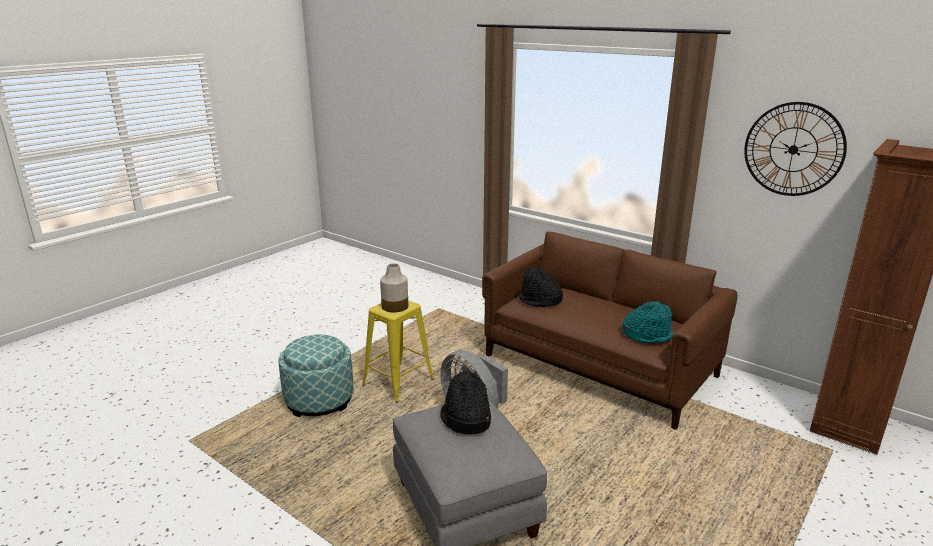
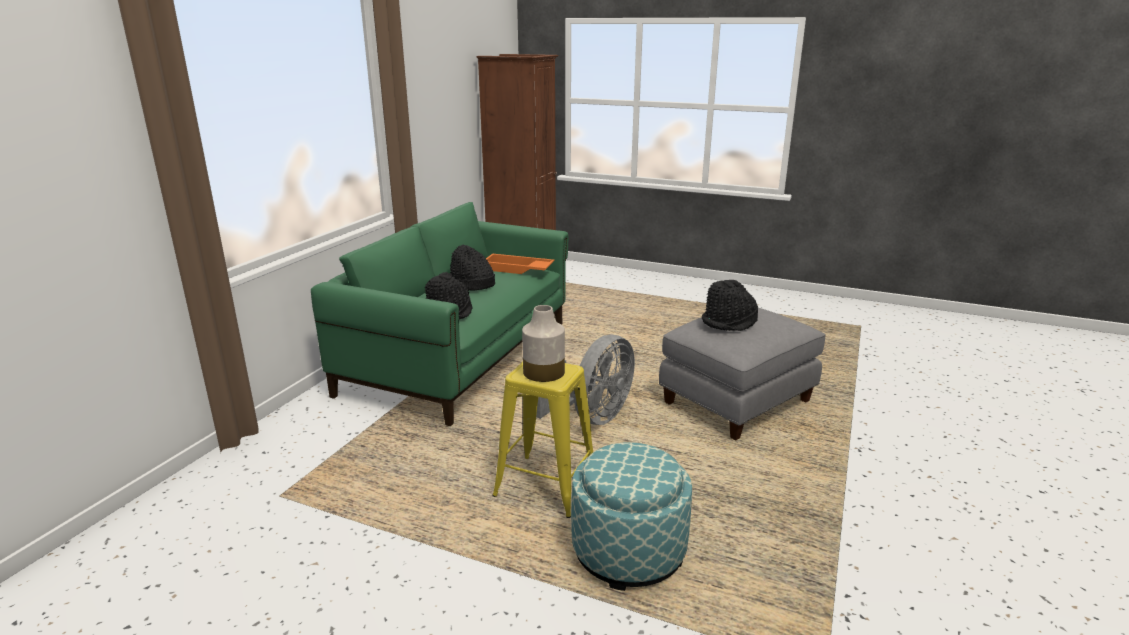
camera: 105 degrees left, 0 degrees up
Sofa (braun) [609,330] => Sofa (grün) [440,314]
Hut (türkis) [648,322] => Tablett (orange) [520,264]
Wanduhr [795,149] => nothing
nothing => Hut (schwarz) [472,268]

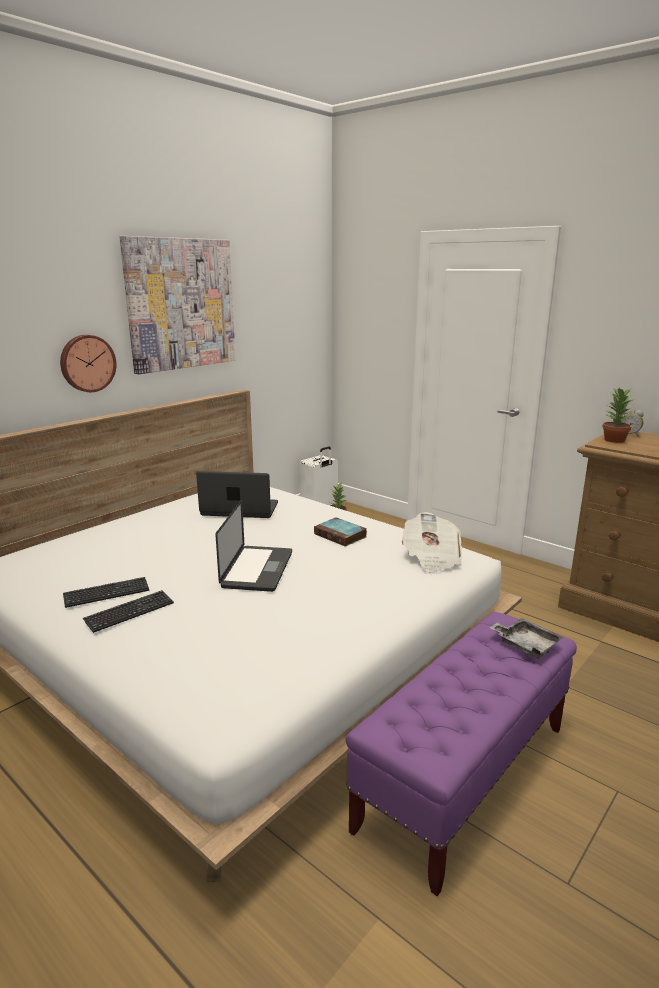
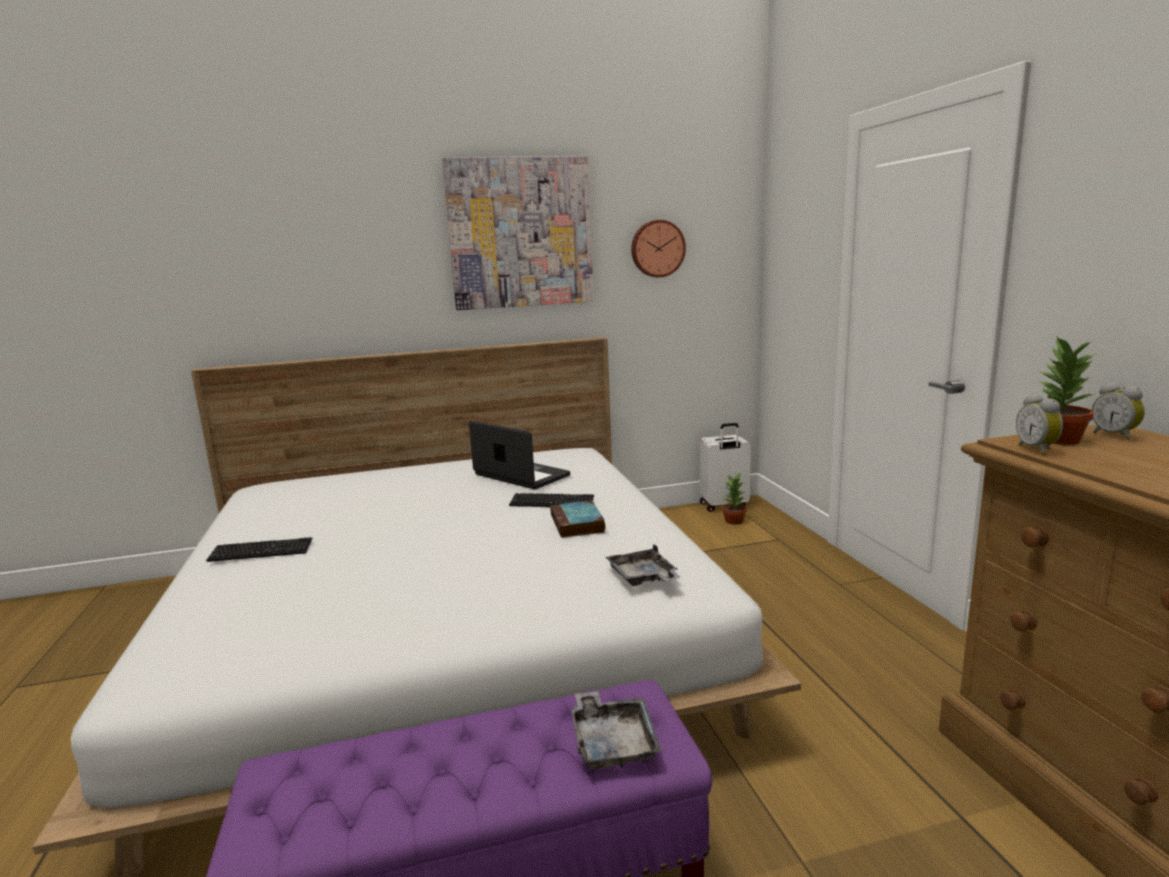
camera: 35 degrees right, 5 degrees down
Wanduhr [88,363] => Wanduhr [658,248], moved
Tastatur [106,592] => Tastatur [551,500], moved
Laptop [254,546] => nothing
Zeitung [432,542] => Tablett (grau) [642,565]
nothing => Wecker [1039,424]

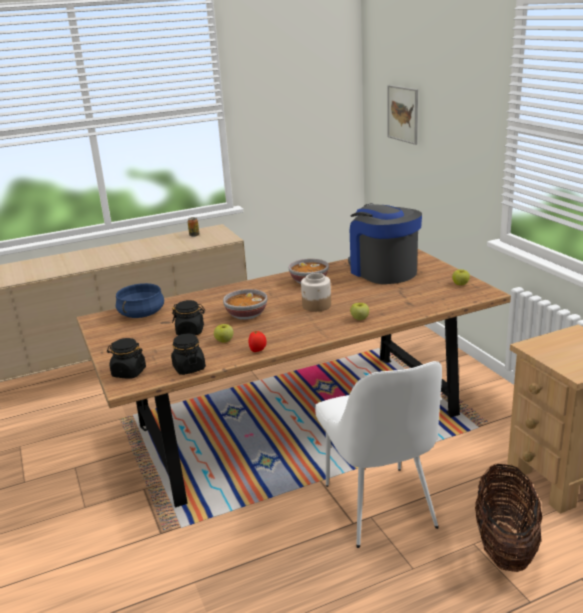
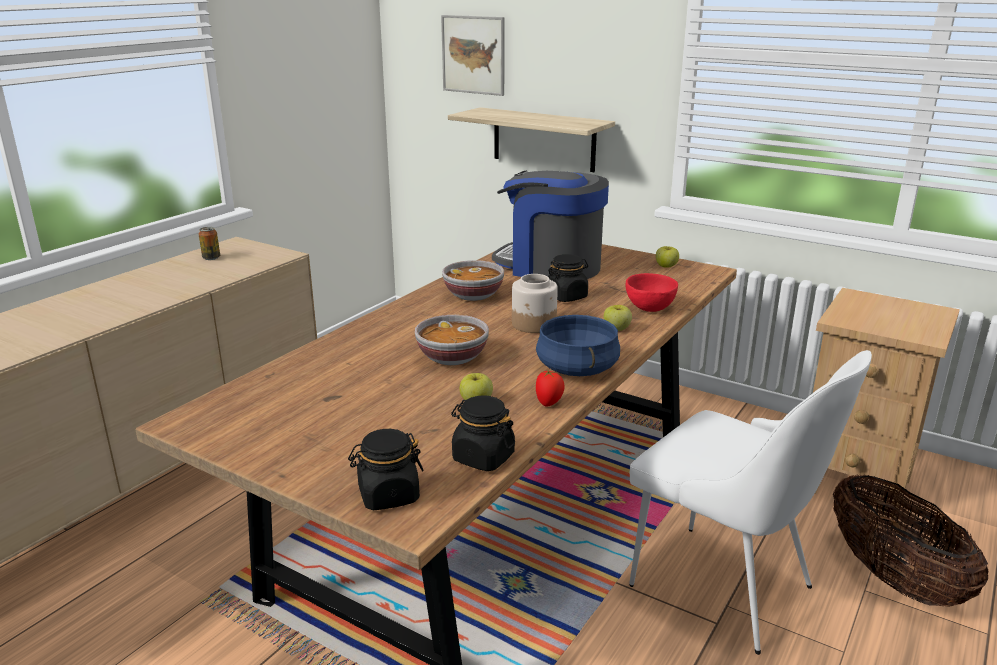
camera: 35 degrees left, 0 degrees up
Kochtopf (blau) [140,300] => Kochtopf (blau) [578,345], moved
Vorratsglas (schwarz) [188,317] => Vorratsglas (schwarz) [568,278], moved
nothing => Wandregal [531,139]
nothing => Schüssel (rot) [652,292]

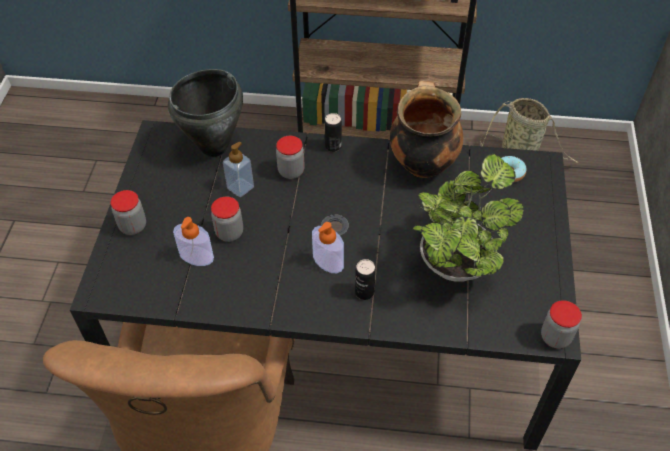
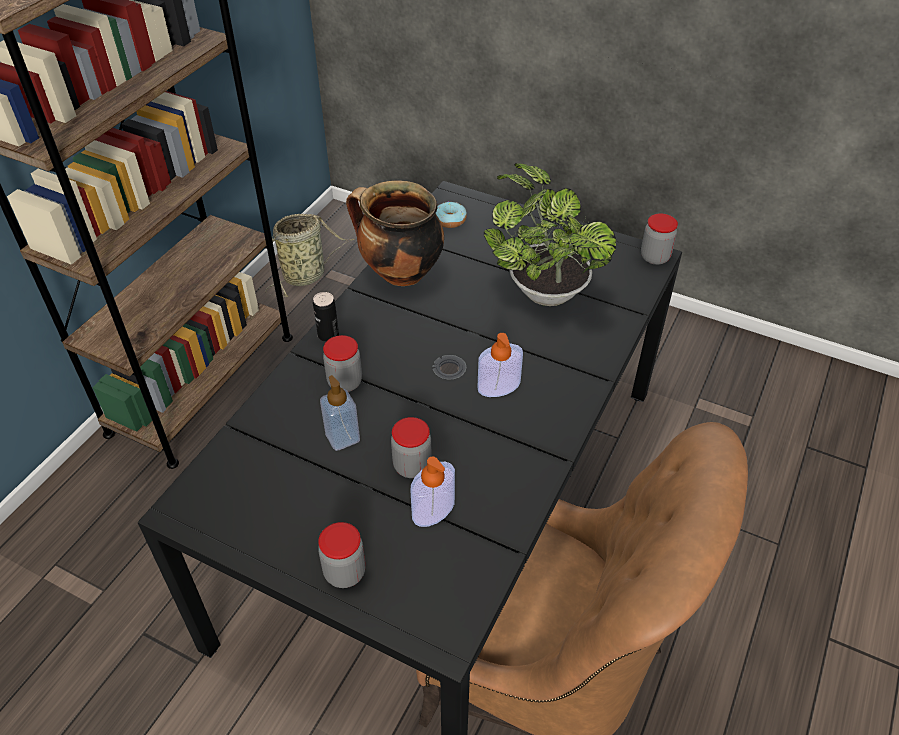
camera: 70 degrees left, 5 degrees down
Kochtopf (schwarz) [205,113] => nothing
Dose [365,279] => nothing

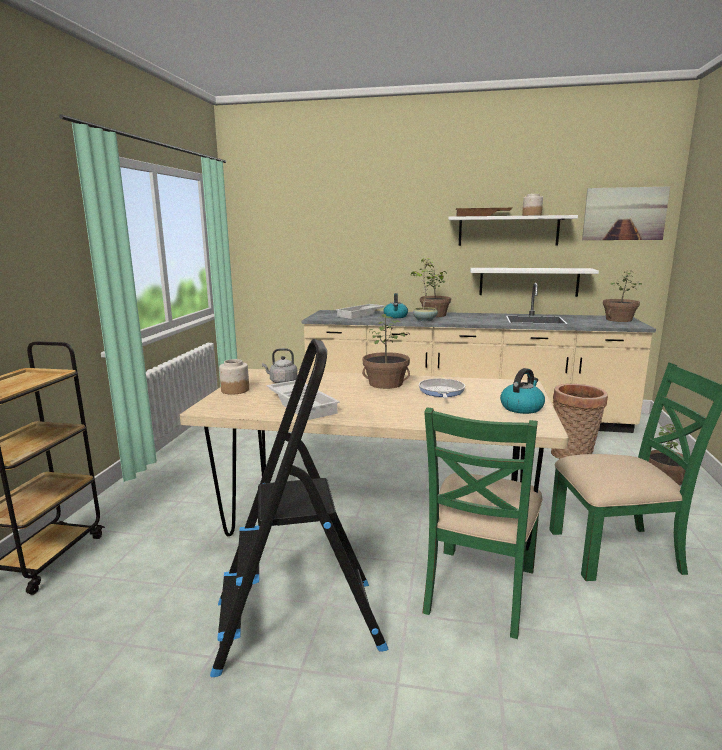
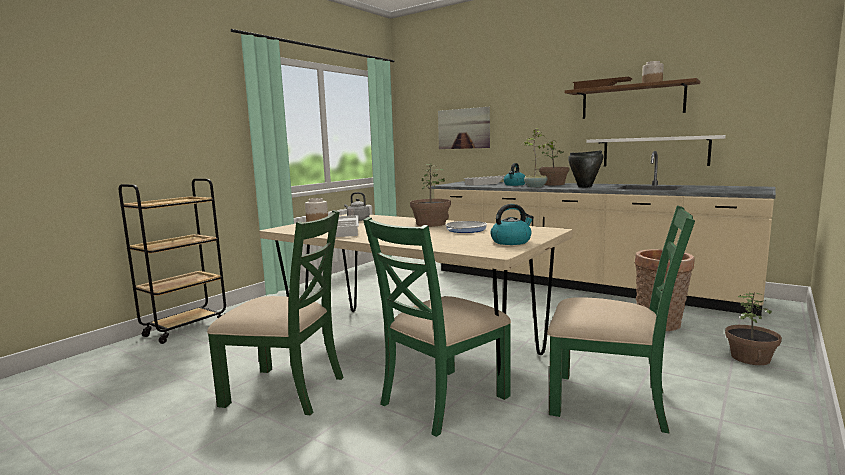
camera: 25 degrees right, 5 degrees down
Trittleiter (schwarz) [299,508] => Stuhl (grün) [275,312]
Wandregal (weiß) [513,230] => Wandregal (braun) [632,98]
Bild [626,213] => Bild [464,128], moved
Topfpflanze [622,297] => nothing
nothing => Kochtopf (schwarz) [585,169]

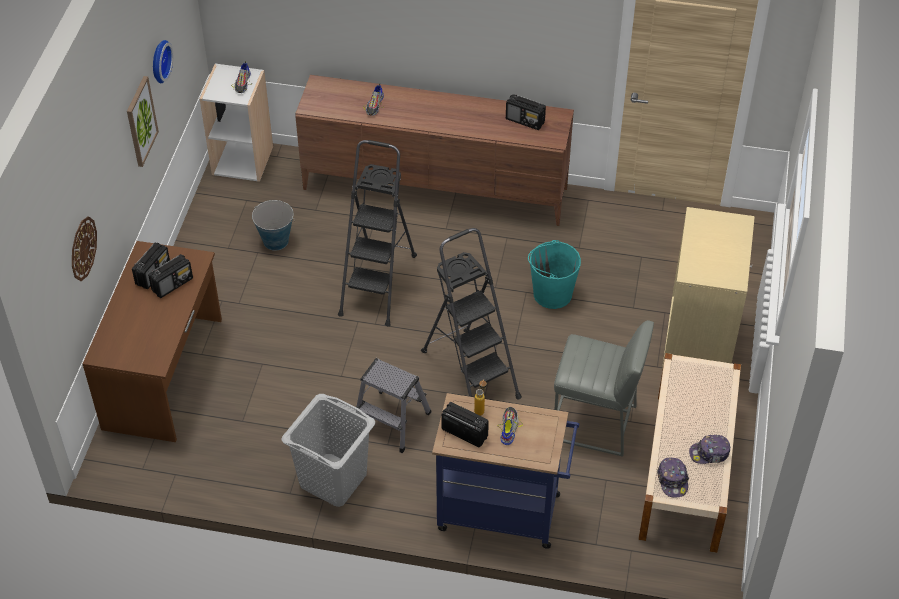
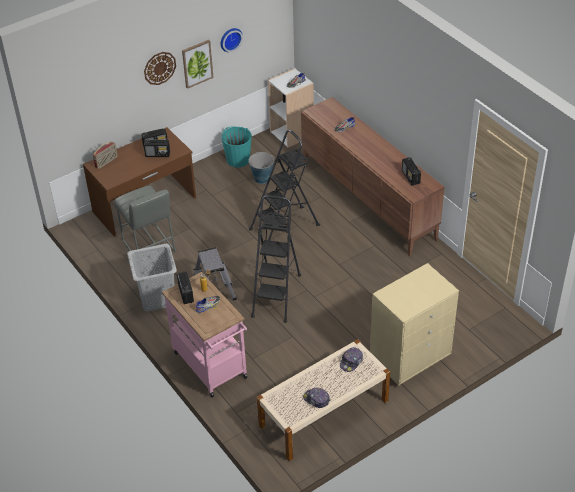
camera: 45 degrees right, 5 degrees down
Wanduhr [84,248] => Wanduhr [160,68], moved
Rollwagen (blau) [505,471] => Rollwagen (rosa) [204,334]
Eimer (türkis) [554,274] => Eimer (türkis) [236,147], moved
Hocker (grau) [604,388] => Hocker (grau) [145,223], moved
Kappe [673,477] => Kappe [351,359], moved
nothing => Radio [105,155]

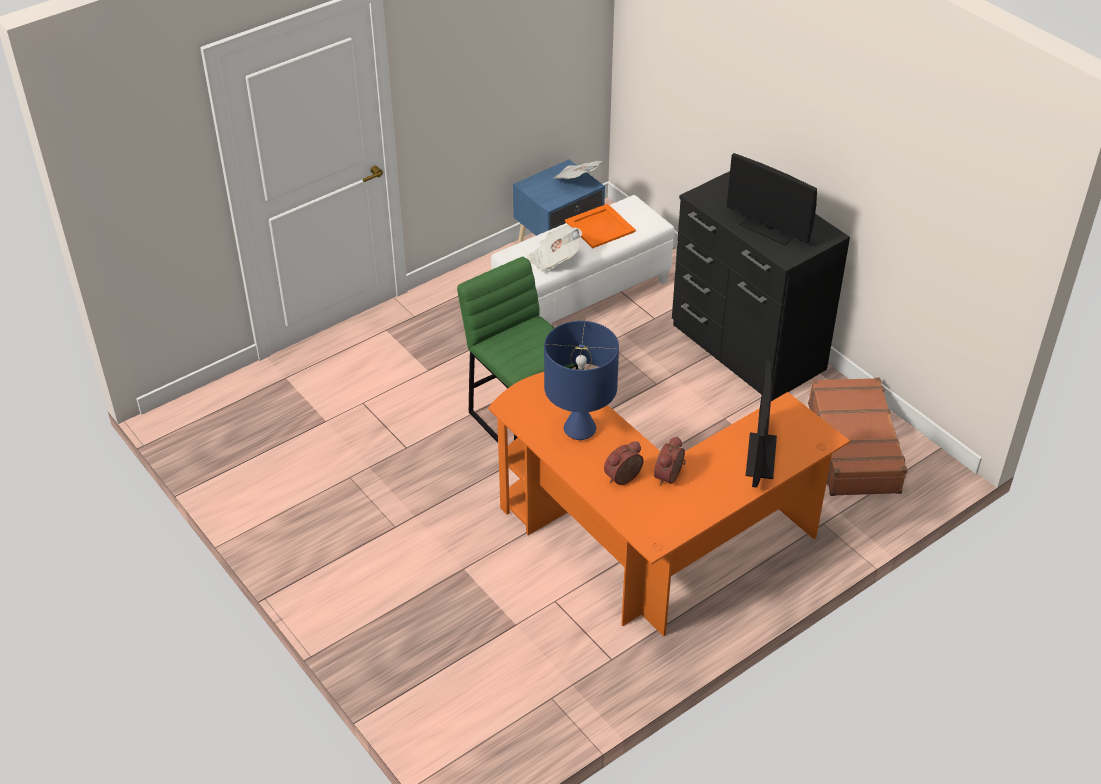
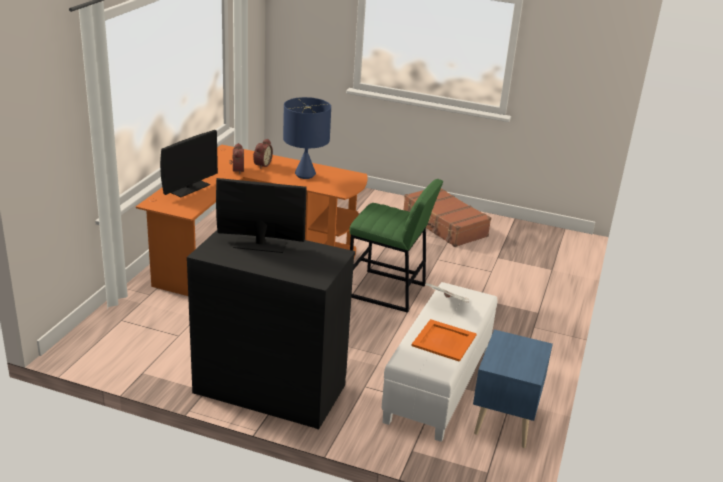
camera: 145 degrees right, 15 degrees down
Zeitung [578,170] => nothing
Monitor [761,424] => Monitor [189,163], 60 degrees clockwise
Koffer (braun) [858,437] => Koffer (braun) [447,218], moved

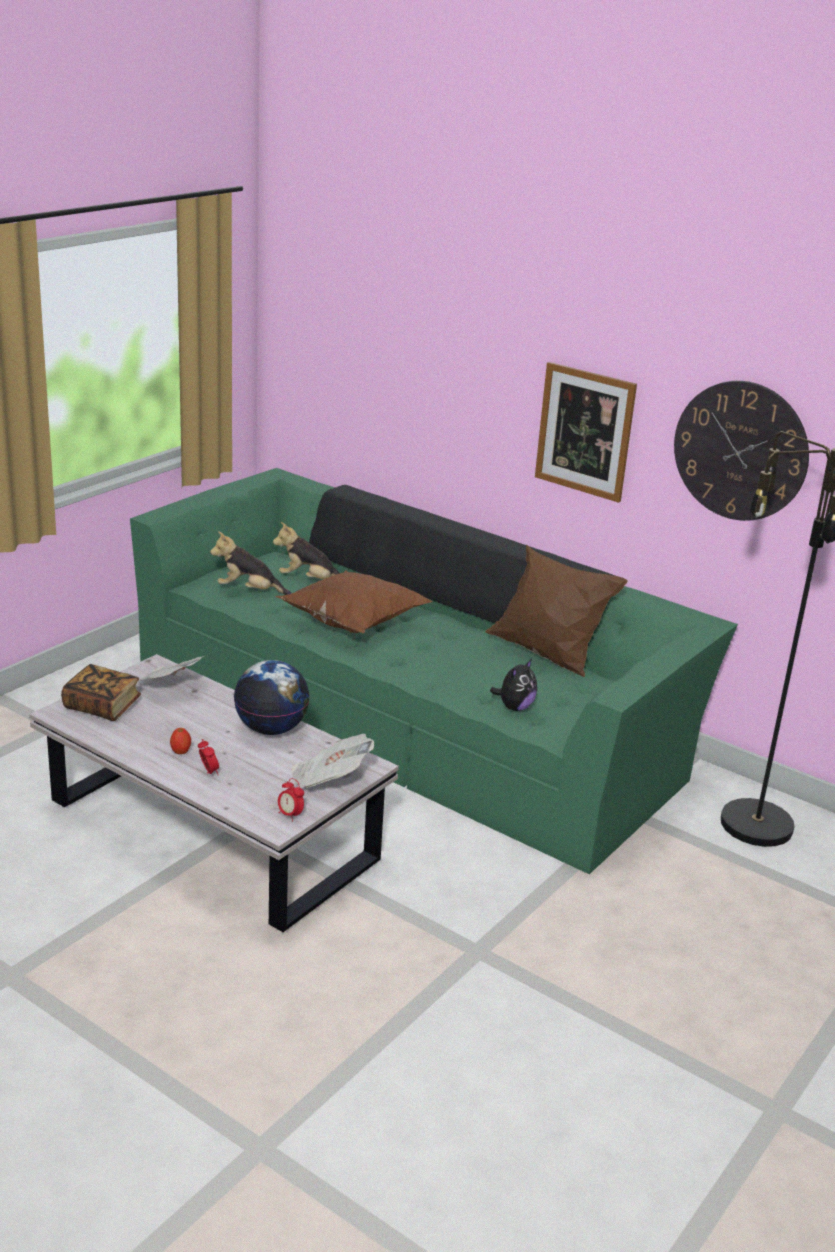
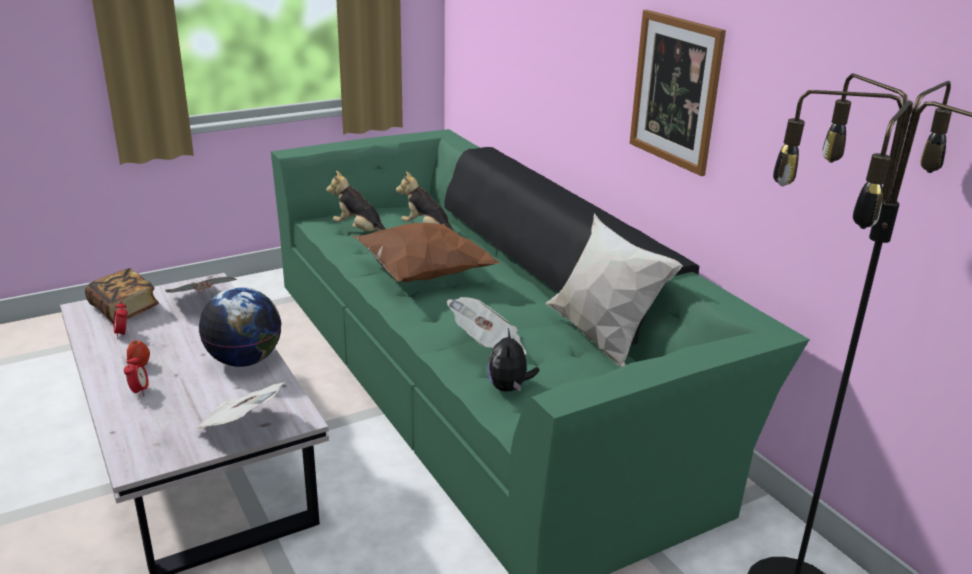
camera: 25 degrees right, 0 degrees up
Wecker [291,800] => Wecker [121,319], moved
Kissen (braun) [556,610] => Kissen (weiß) [614,290]
Plüschtier [513,685] => Plüschtier [513,360], 120 degrees clockwise
Wanduhr [741,451] => nothing
nothing => Zeitung [487,326]

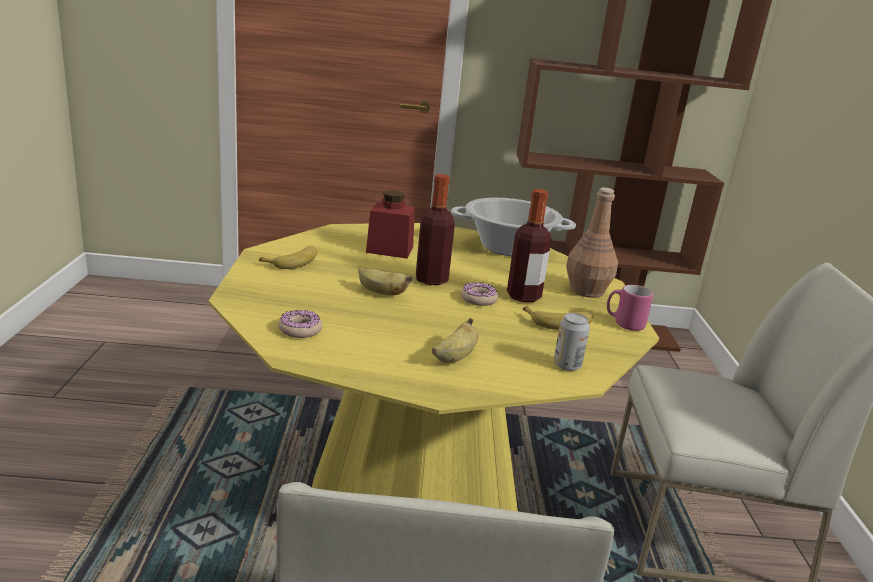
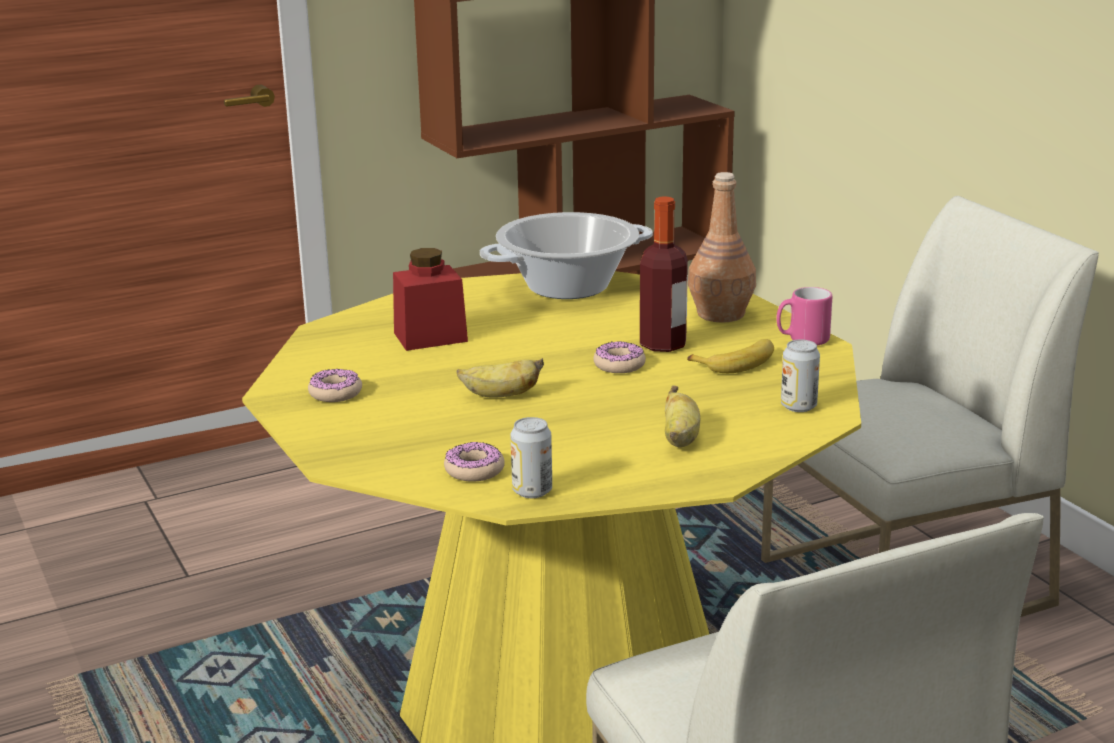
camera: 25 degrees left, 0 degrees up
Banane [288,257] => Donut [335,385]
Flasche [435,229] => nothing
nothing => Dose [531,457]

